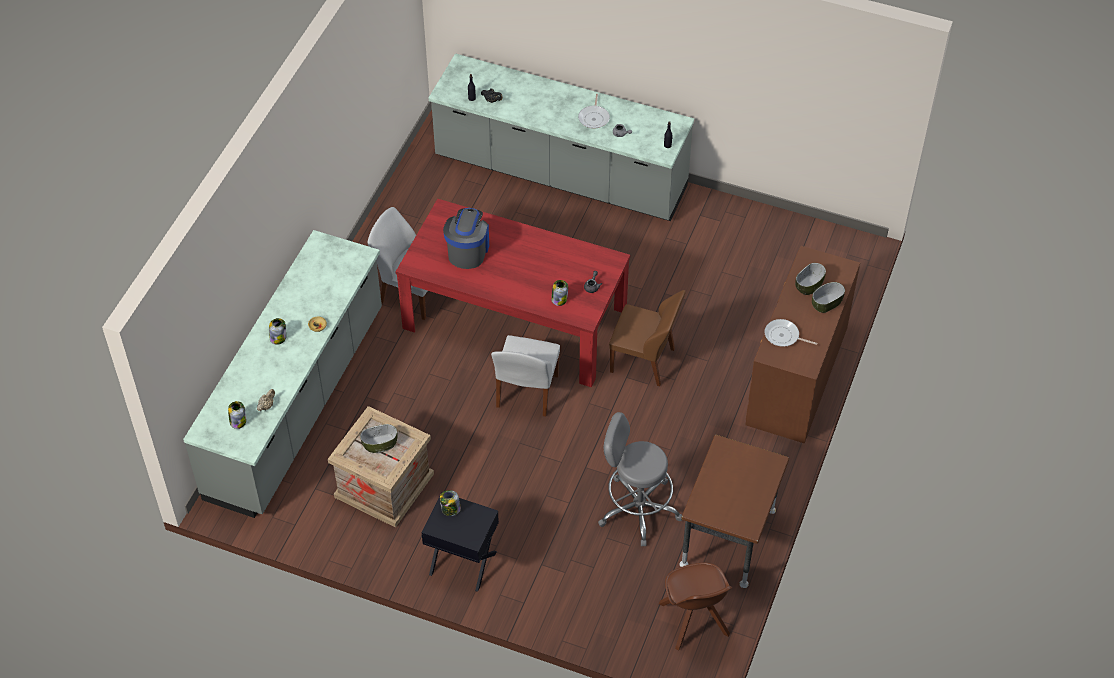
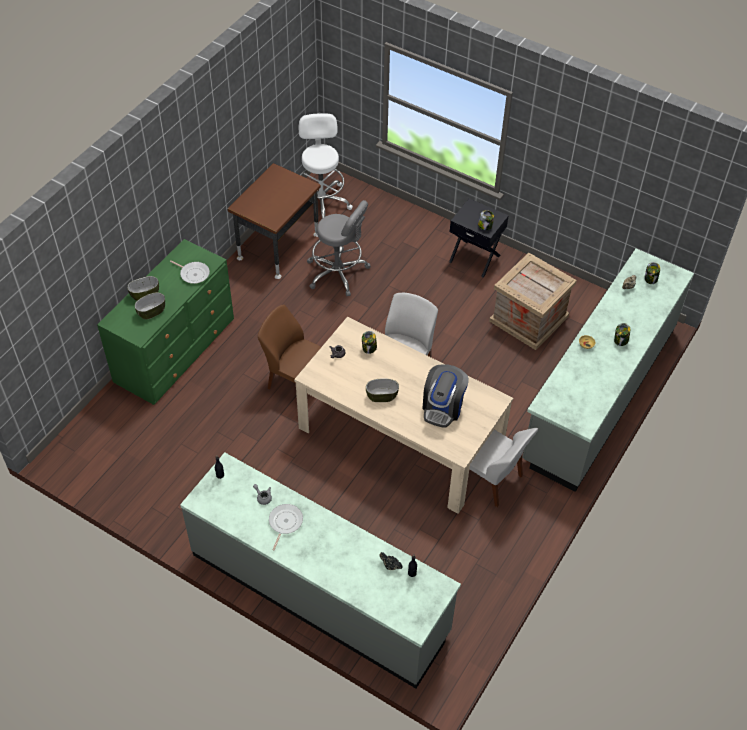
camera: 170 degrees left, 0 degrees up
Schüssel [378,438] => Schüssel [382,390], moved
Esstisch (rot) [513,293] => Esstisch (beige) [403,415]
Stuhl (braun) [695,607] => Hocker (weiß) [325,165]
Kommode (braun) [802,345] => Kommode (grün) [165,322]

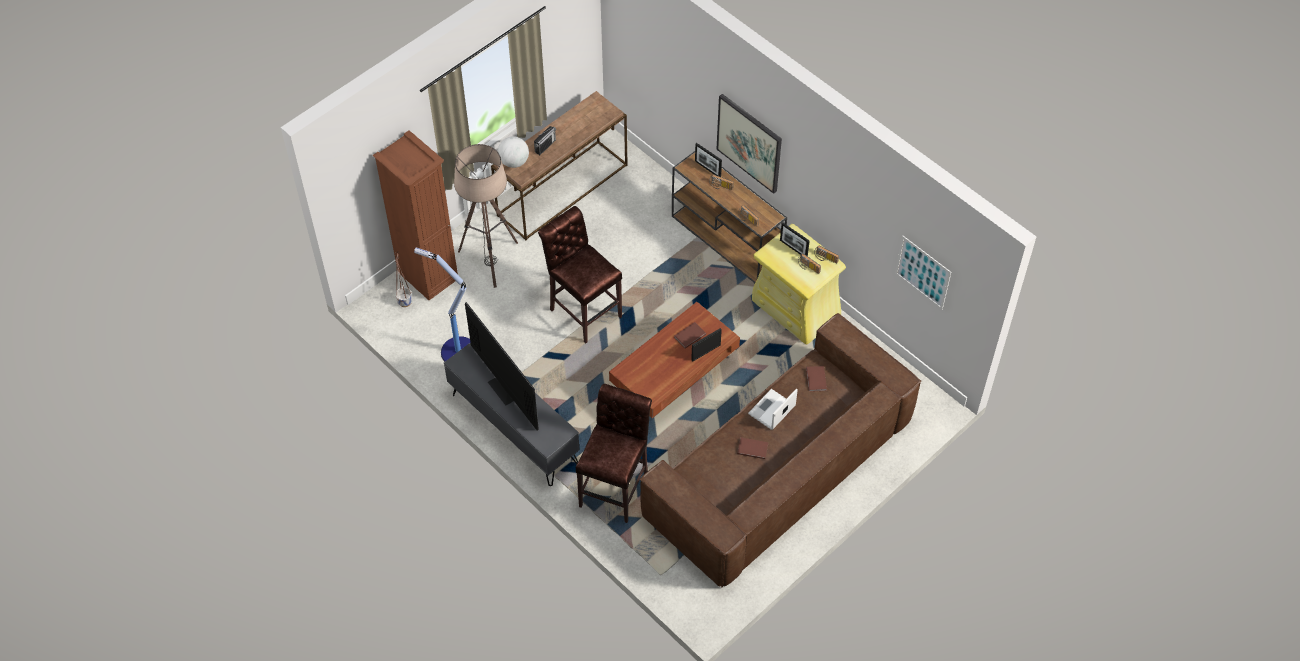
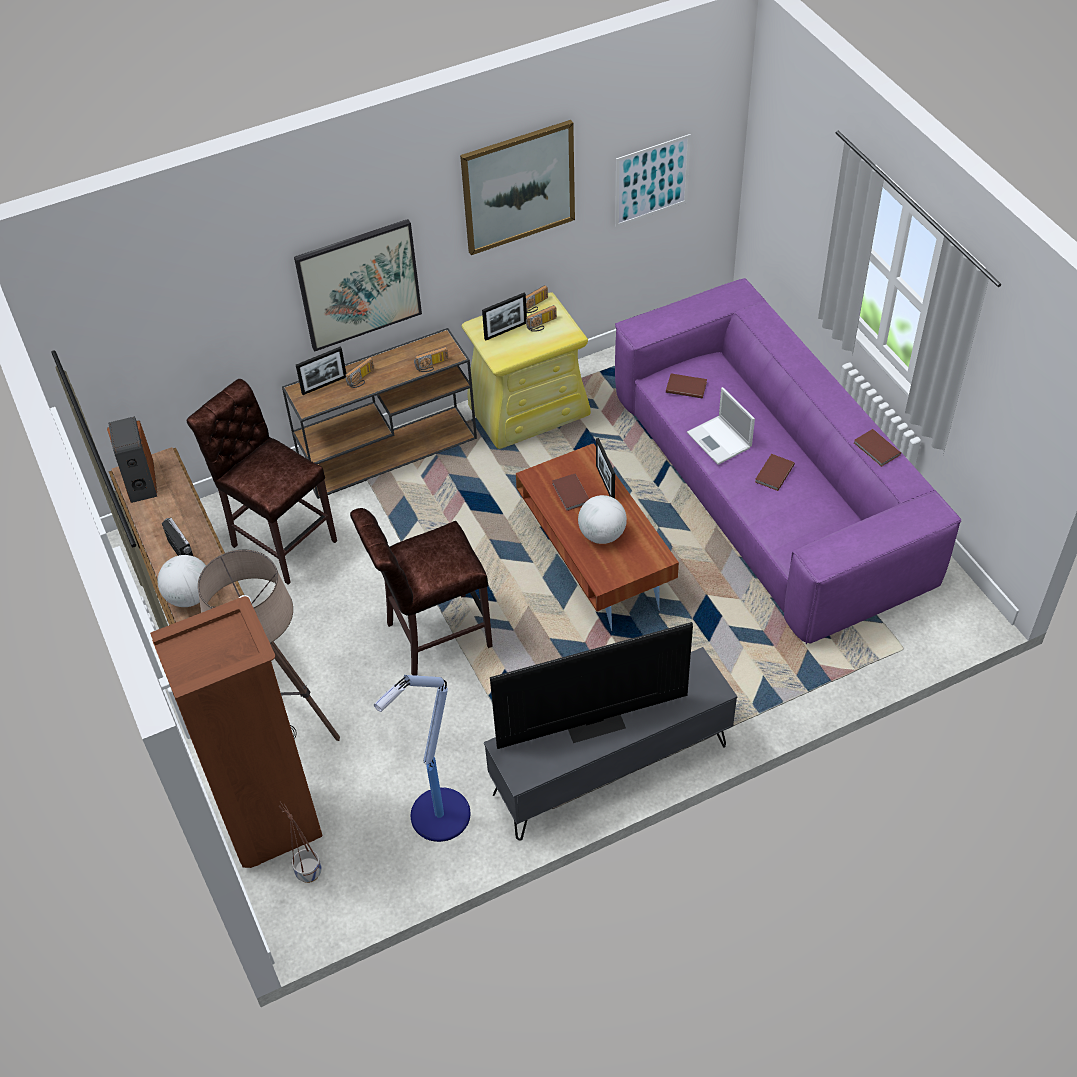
camera: 70 degrees left, 5 degrees down
Hocker (braun) [614,453] => Hocker (braun) [262,482], moved
Sofa (braun) [780,450] => Sofa (lila) [788,461]
nothing => Lautsprecher [132,459]
nothing => Bild [517,187]
nothing => Globus [602,519]
nothing => Buch (braun) [877,448]

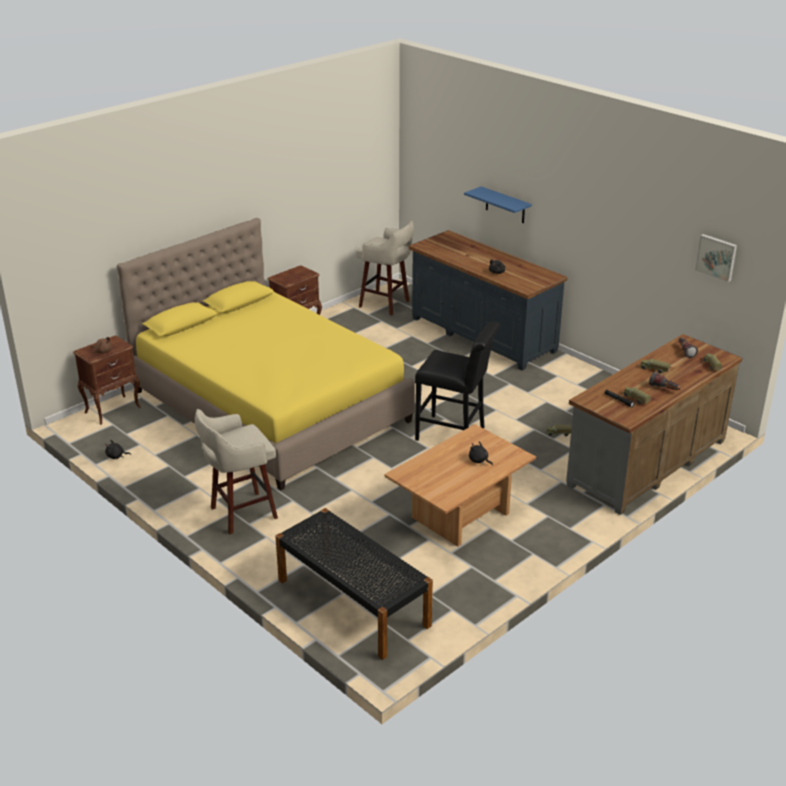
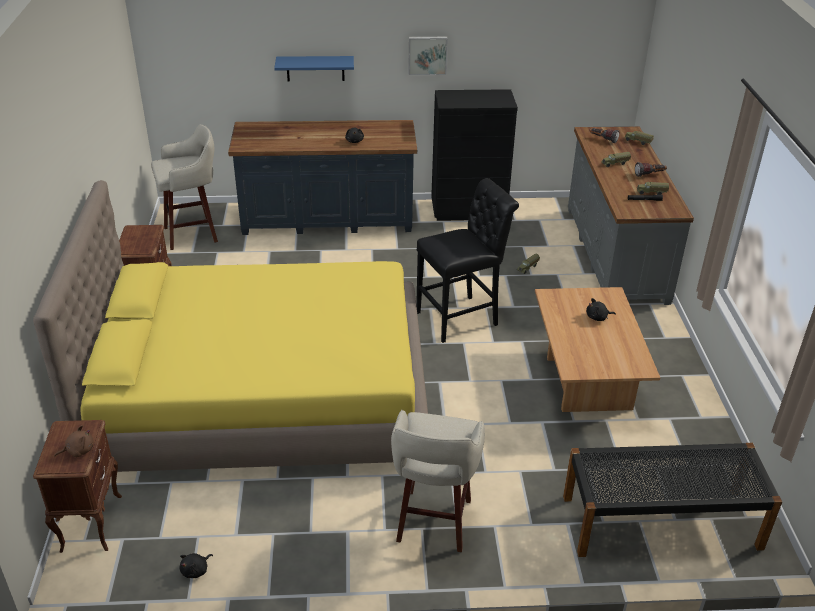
camera: 50 degrees left, 5 degrees up
Bild [716,258] => Bild [428,56], moved
nothing => Kommode (schwarz) [474,155]

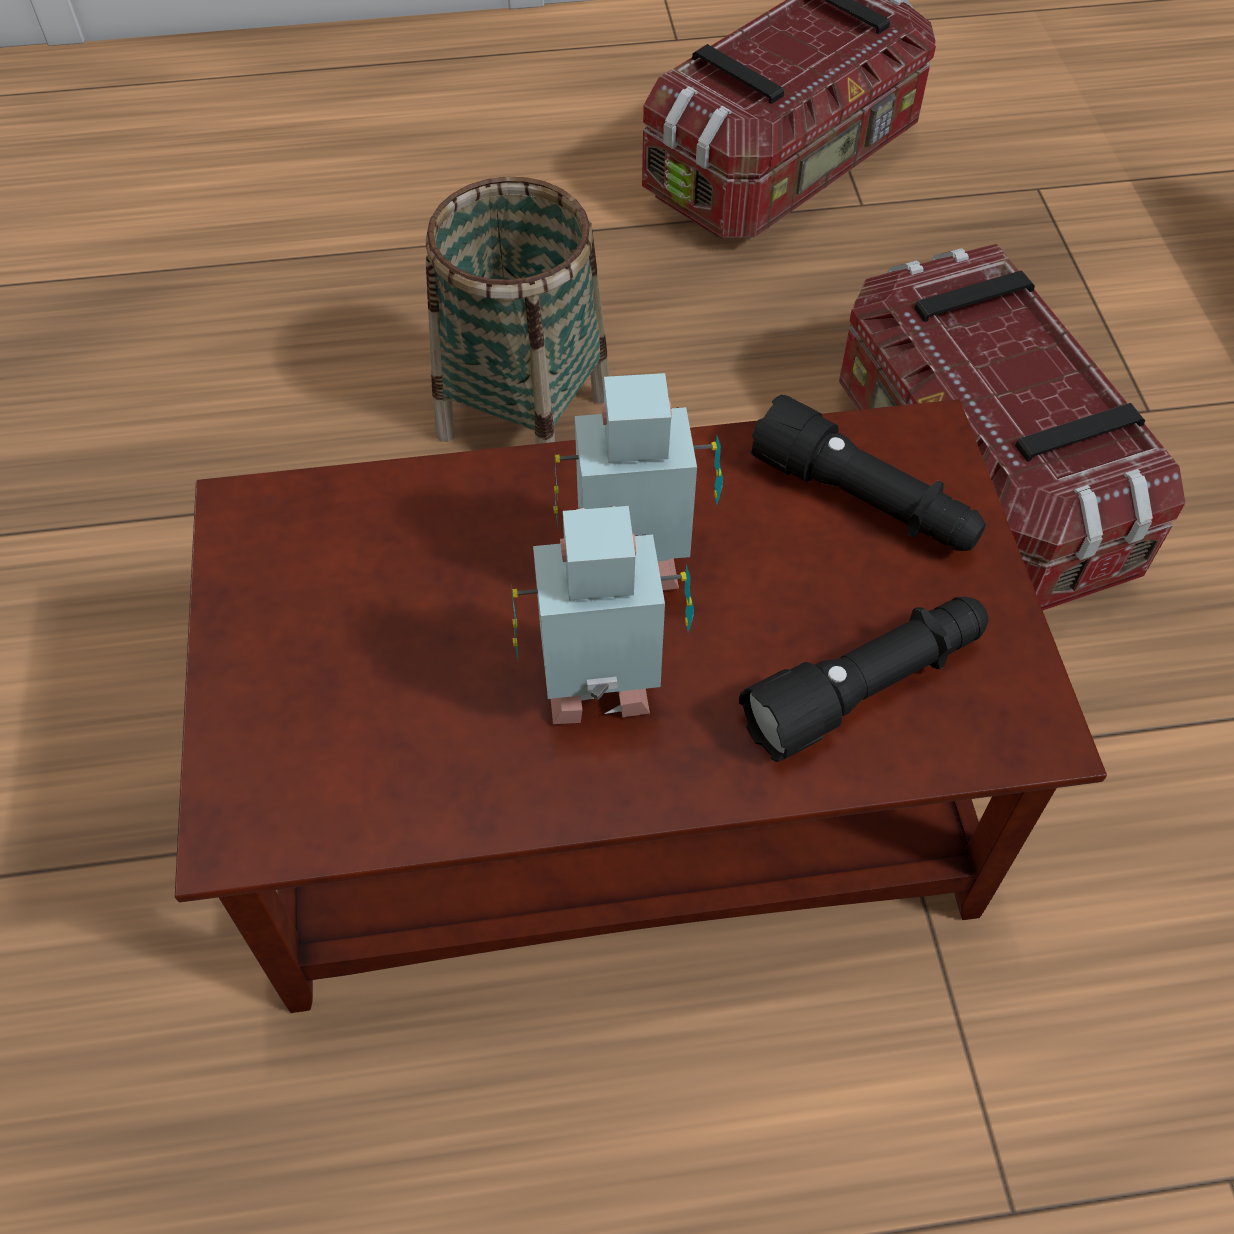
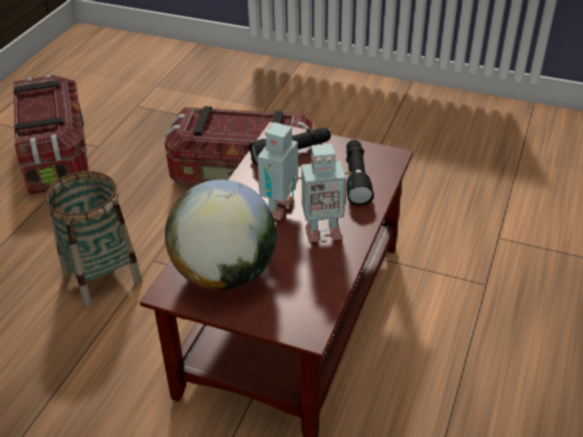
camera: 60 degrees left, 15 degrees down
Spielzeugroboter [602,615] => Spielzeugroboter [321,193], 120 degrees counterclockwise
nothing => Globus [220,235]

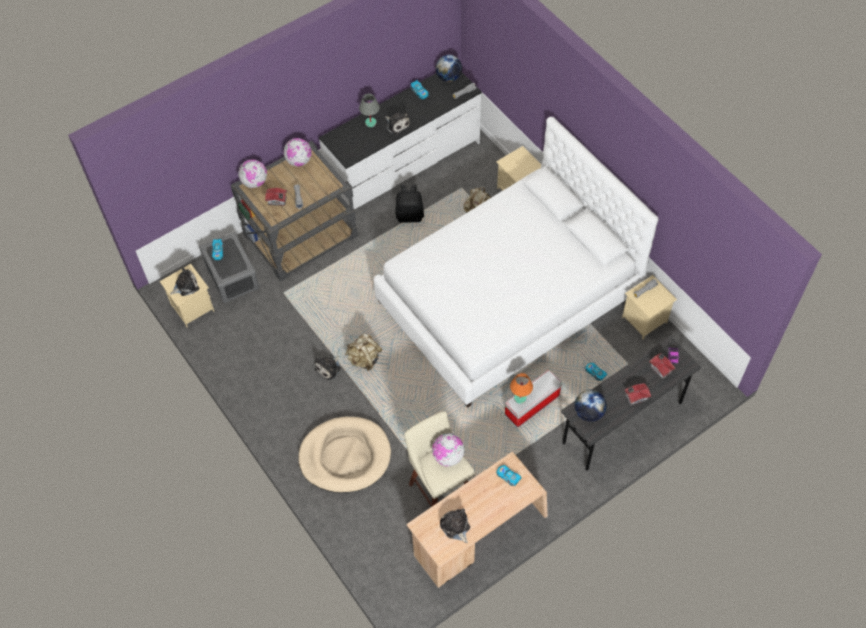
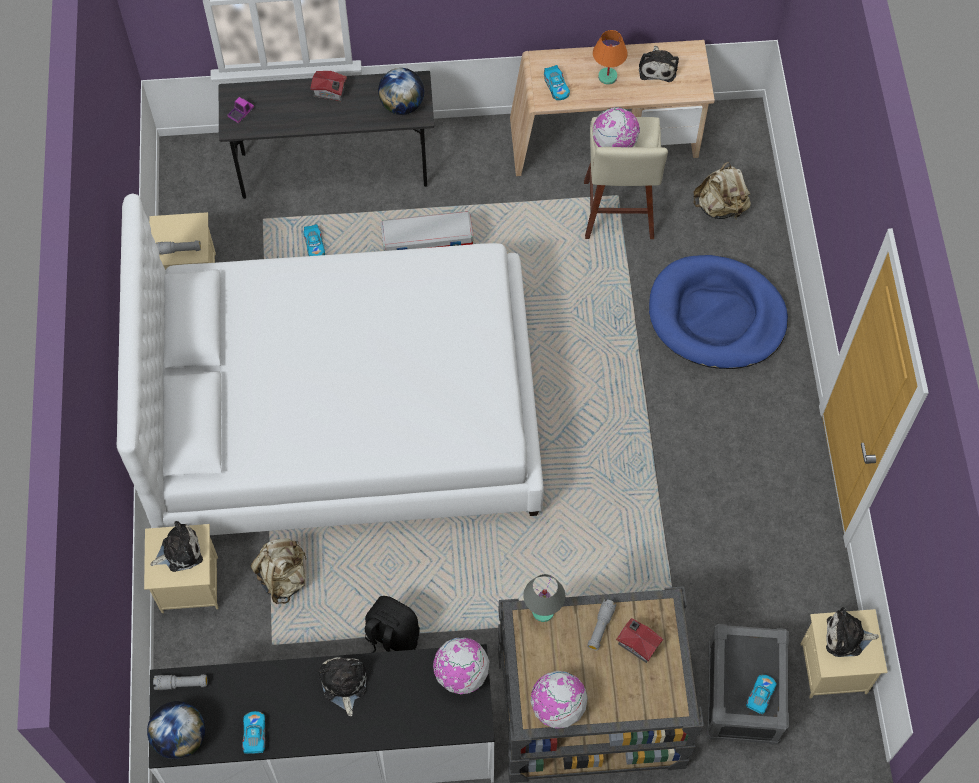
camera: 150 degrees left, 5 degrees up
Globus [252,174] => Globus [461,666], moved
Hundebett (beige) [344,455] => Hundebett (blau) [718,312]
Plüschtier [328,368] => Plüschtier [176,546], moved
Rucksack (beige) [364,352] => Rucksack (beige) [722,191], moved
Tischlampe (grau) [369,110] => Tischlampe (grau) [544,598], moved
Tischlampe (orange) [521,388] => Tischlampe (orange) [610,57], moved
Spielzeughaus [662,366] => nothing

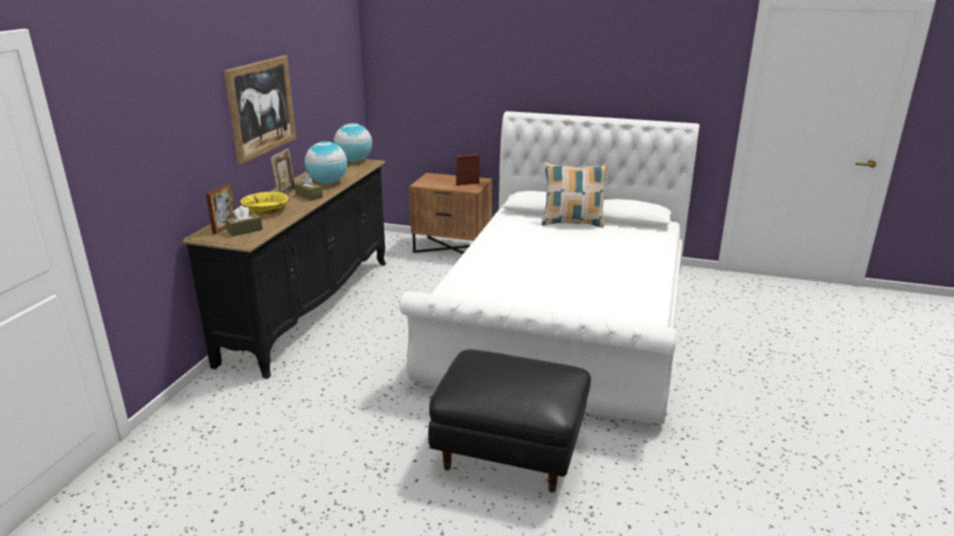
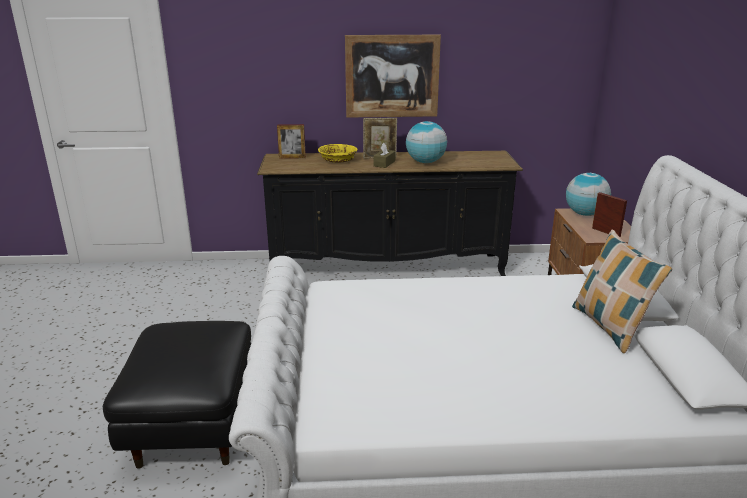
camera: 70 degrees right, 0 degrees up
Taschentuchbox (braun) [244,221] => nothing
Globus [353,142] => Globus [588,194], moved

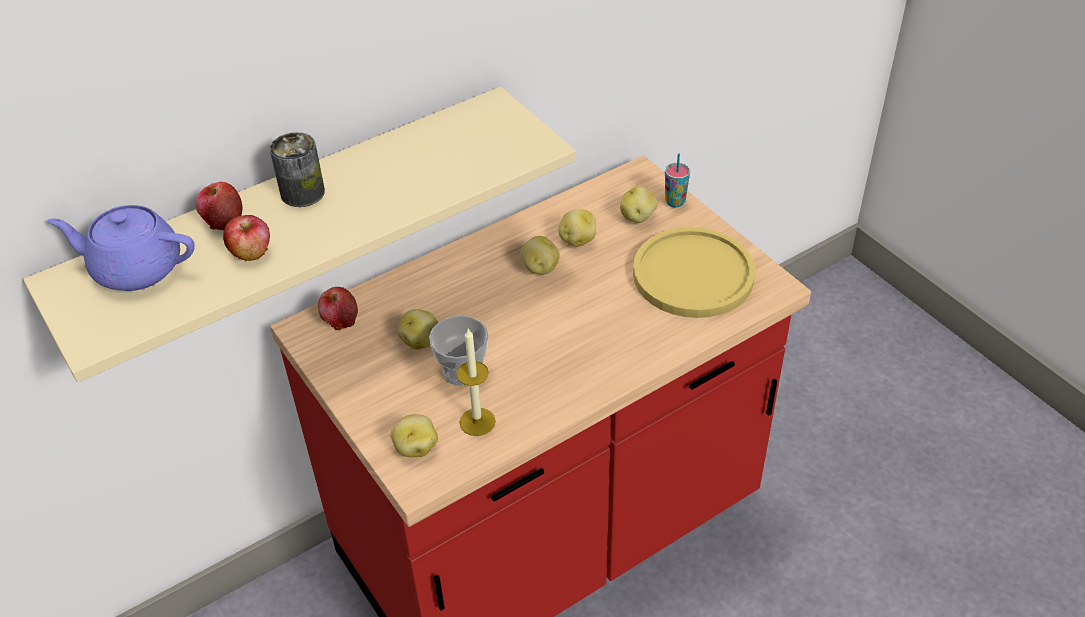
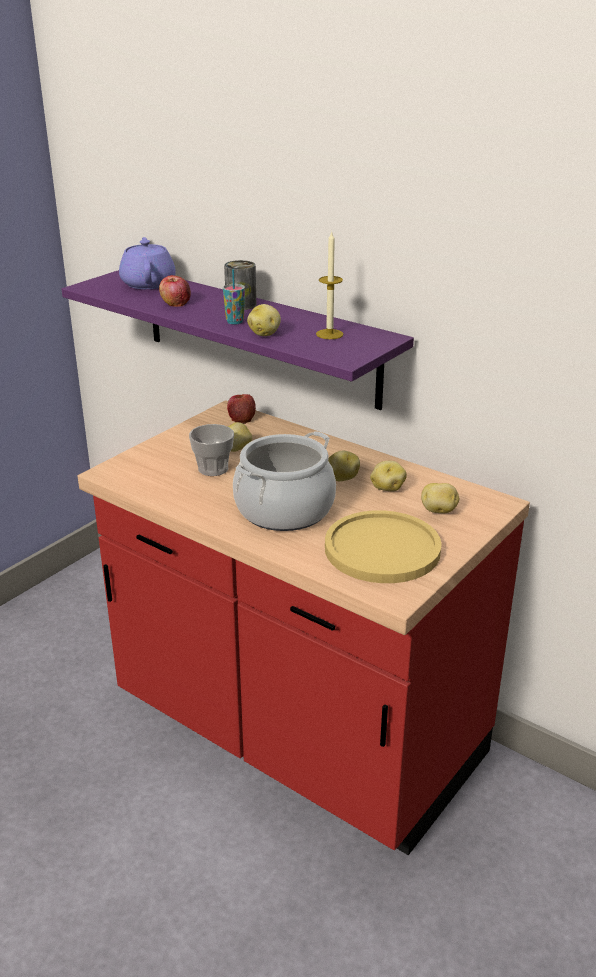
camera: 70 degrees right, 15 degrees down
Wandregal (beige) [299,235] => Wandregal (lila) [238,340]
Apfel [219,206] => nothing
Kartoffel [414,435] => Kartoffel [264,320], moved
Kerze [476,382] => Kerze [330,285], moved
Tasse [677,180] => Tasse [234,297], moved
nothing => Kochtopf [284,481]

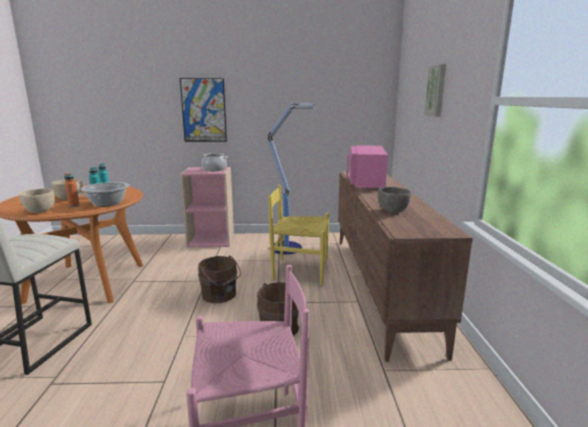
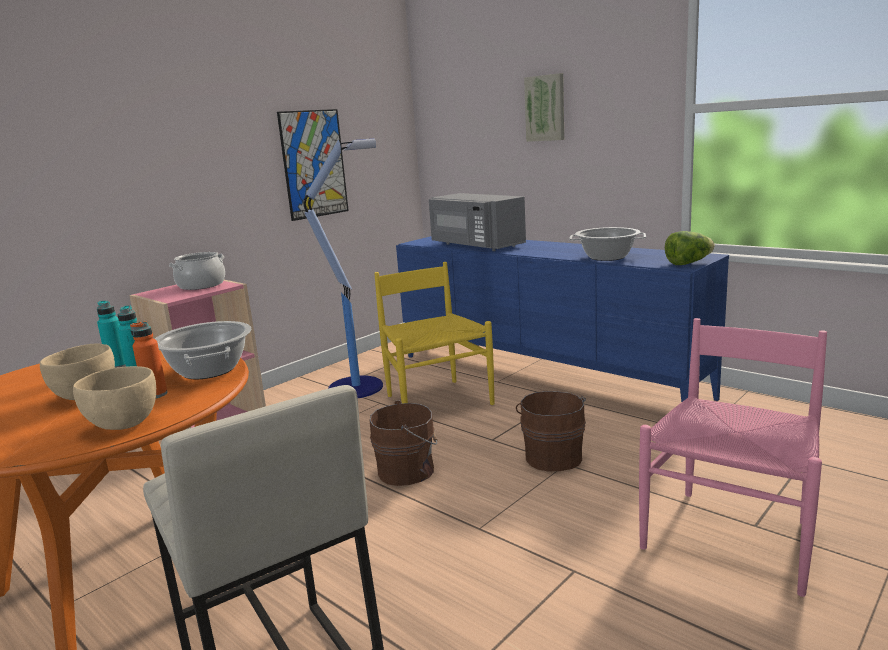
camera: 45 degrees left, 0 degrees up
Bild [203,110] => Bild [313,165], moved
Stuhl (gelb) [298,235] => Stuhl (gelb) [434,333], 105 degrees clockwise
Schrank (braun) [405,267] => Schrank (blau) [562,319]
Mikrowelle (rosa) [367,167] => Mikrowelle (grau) [477,222]
Schüssel (grau) [394,200] => Kochtopf [607,244]
nothing => Salatkopf [690,248]

